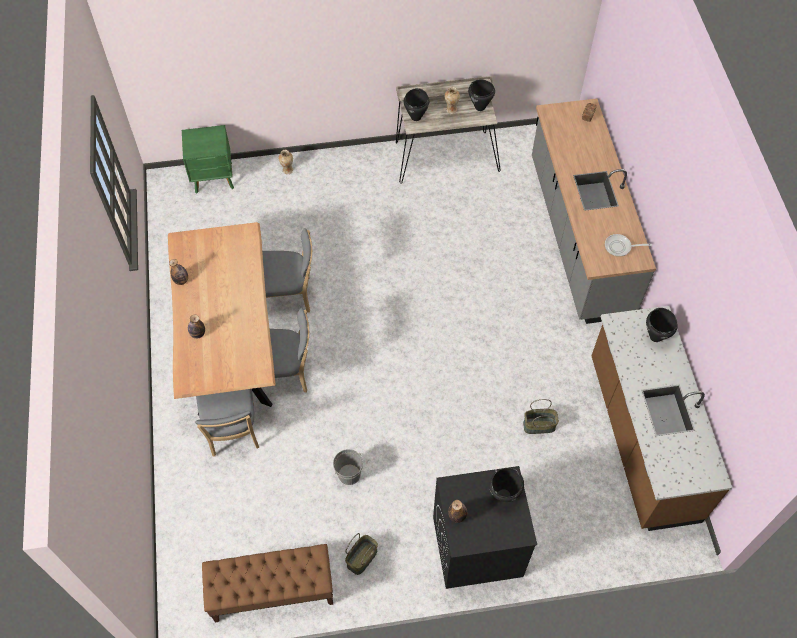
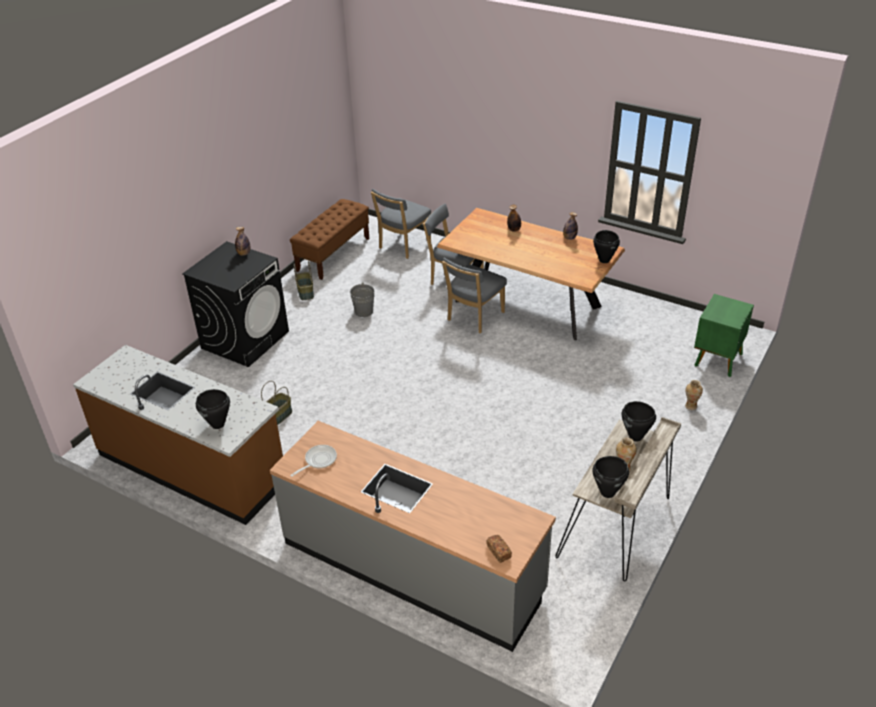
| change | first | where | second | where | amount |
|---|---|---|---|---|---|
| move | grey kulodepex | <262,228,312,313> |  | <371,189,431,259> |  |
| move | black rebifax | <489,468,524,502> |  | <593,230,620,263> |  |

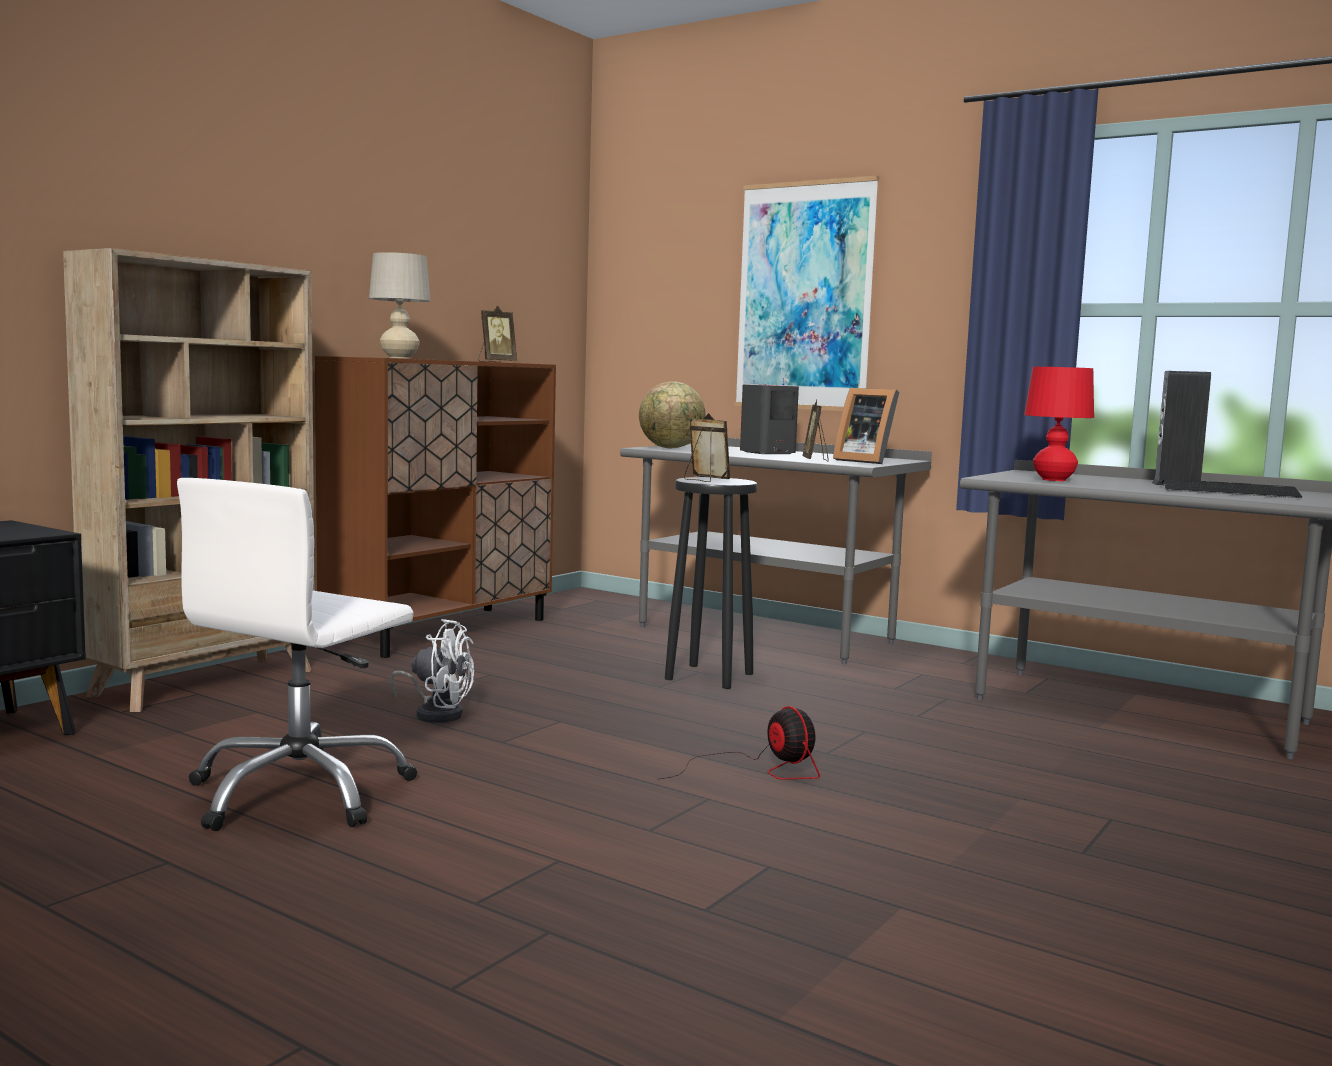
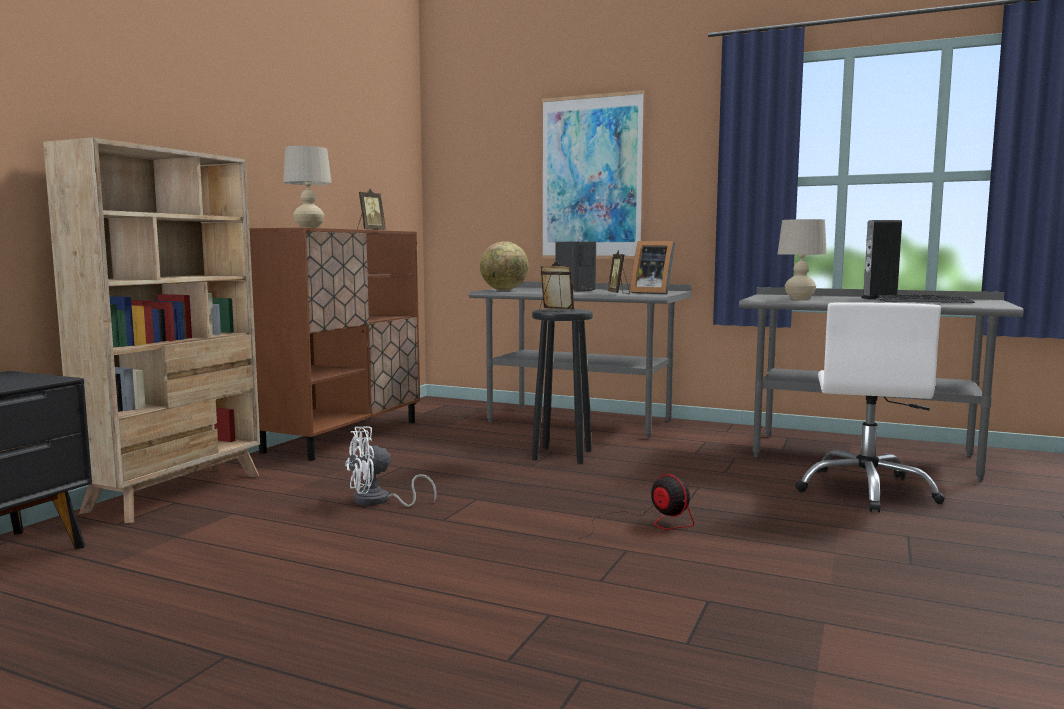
| change | first | where | second | where | amount |
|---|---|---|---|---|---|
| rotate | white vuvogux | <390,619,474,723> |  | <345,426,437,507> | 150 degrees clockwise |
| recolor | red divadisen | <1024,367,1094,481> | beige divadisen | <777,219,827,300> |  |
| move | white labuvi | <177,478,417,831> |  | <795,302,946,512> |  |

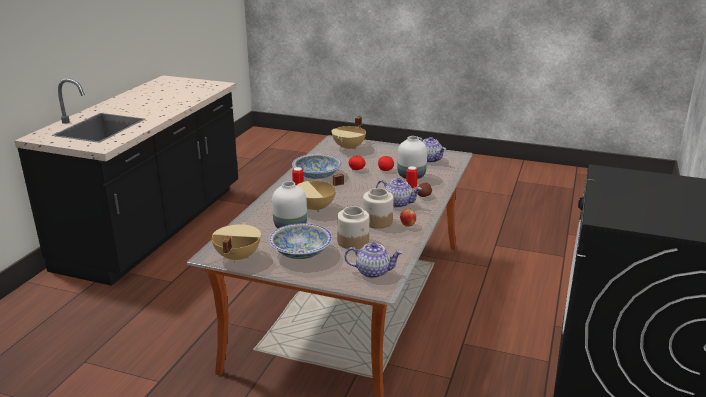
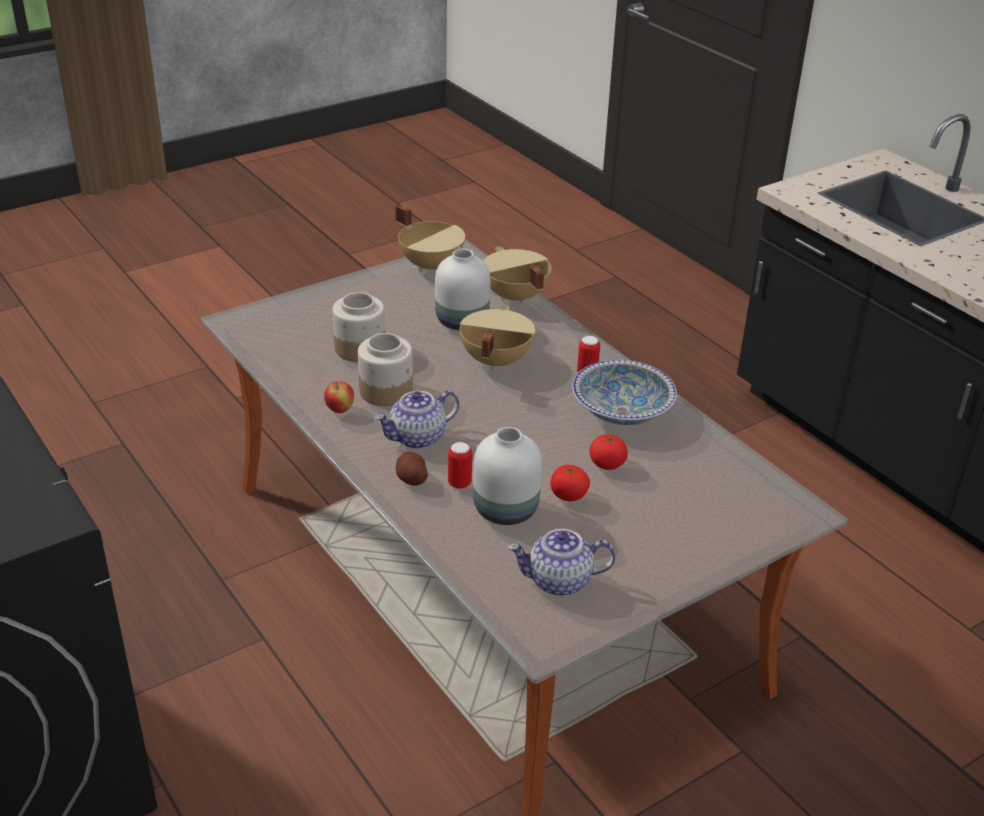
| change | first | where | second | where | amount |
|---|---|---|---|---|---|
| move | beige rebifax | <332,116,366,151> |  | <483,247,551,304> |  |
| delete | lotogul | <269,223,332,259> |  |  |  |
| delete | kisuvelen | <345,242,403,278> |  |  |  |

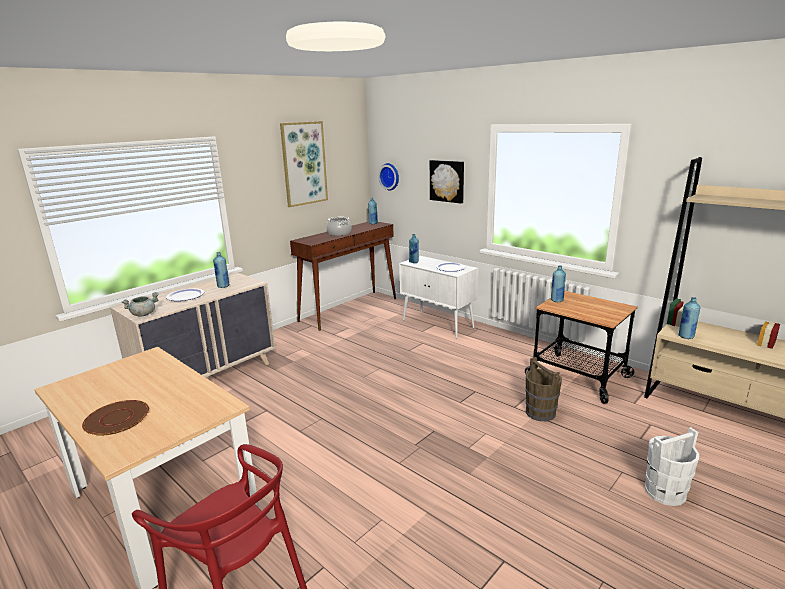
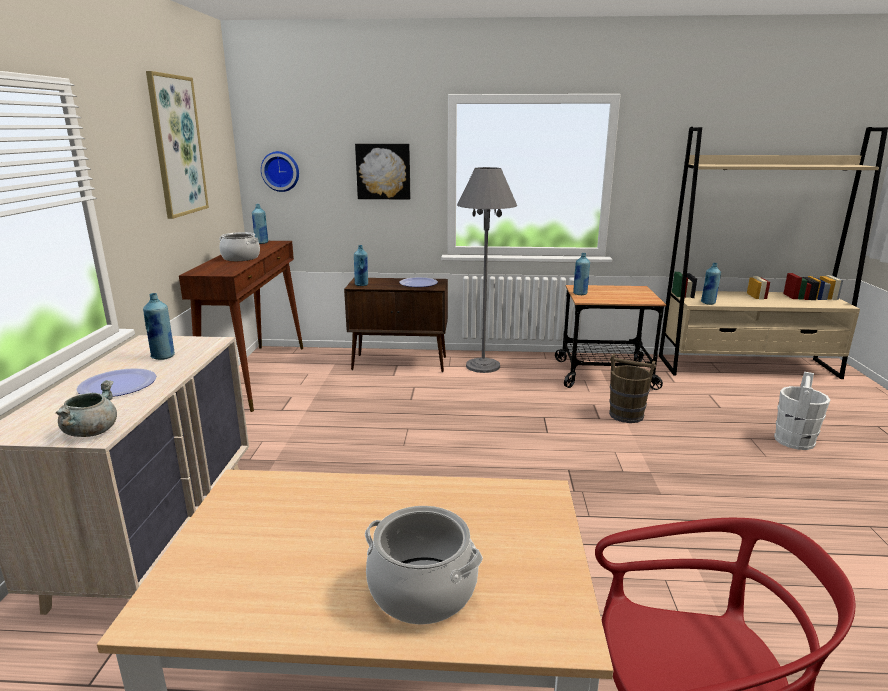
| change | first | where | second | where | amount |
|---|---|---|---|---|---|
| recolor | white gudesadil | <399,256,478,338> | brown gudesadil | <344,278,448,372> |  |
| replace | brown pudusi | <82,400,149,435> | rebifax | <365,506,483,625> |  |
| insert |  |  | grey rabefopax | <457,167,517,373> |  |

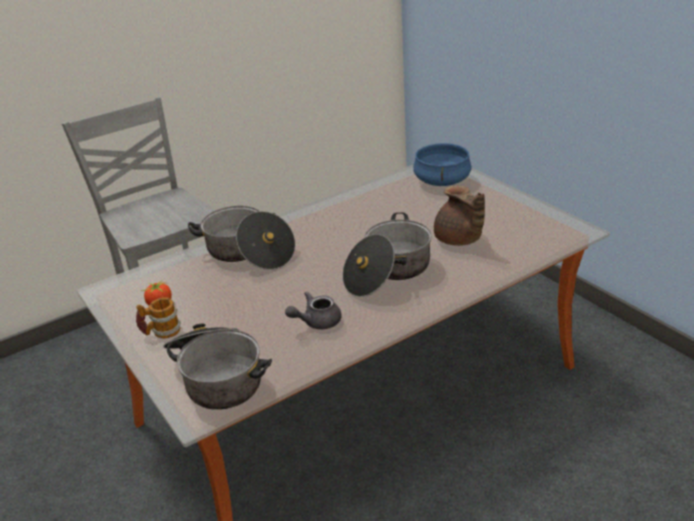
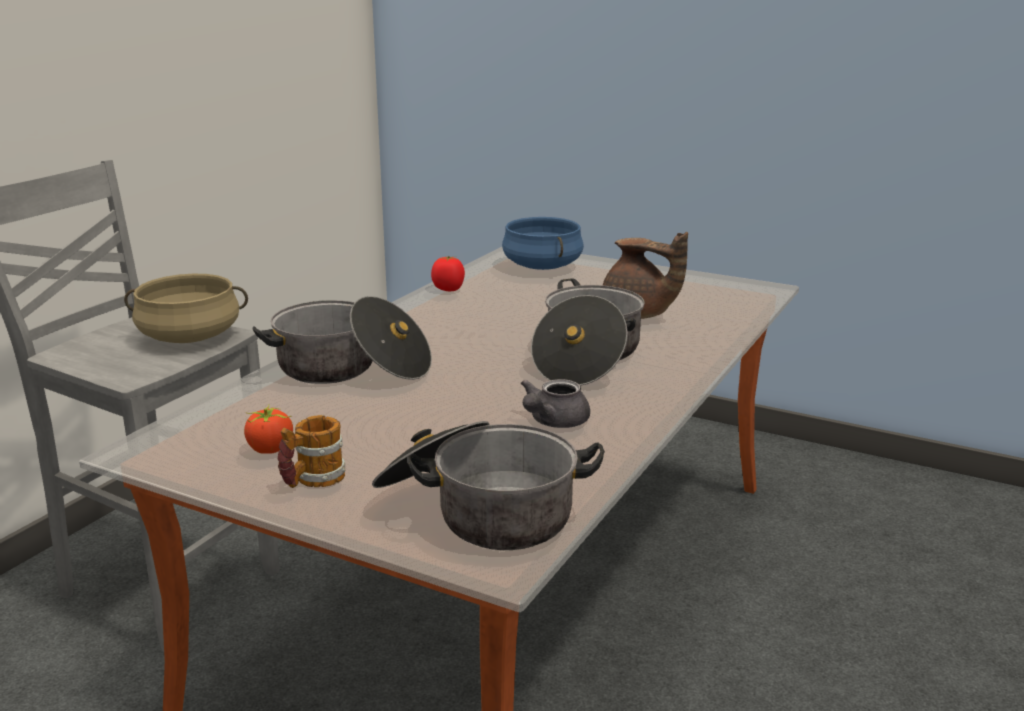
| change | first | where | second | where | amount |
|---|---|---|---|---|---|
| insert |  |  | beige rebifax | <124,274,248,343> |  |
| insert |  |  | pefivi | <431,256,465,291> |  |

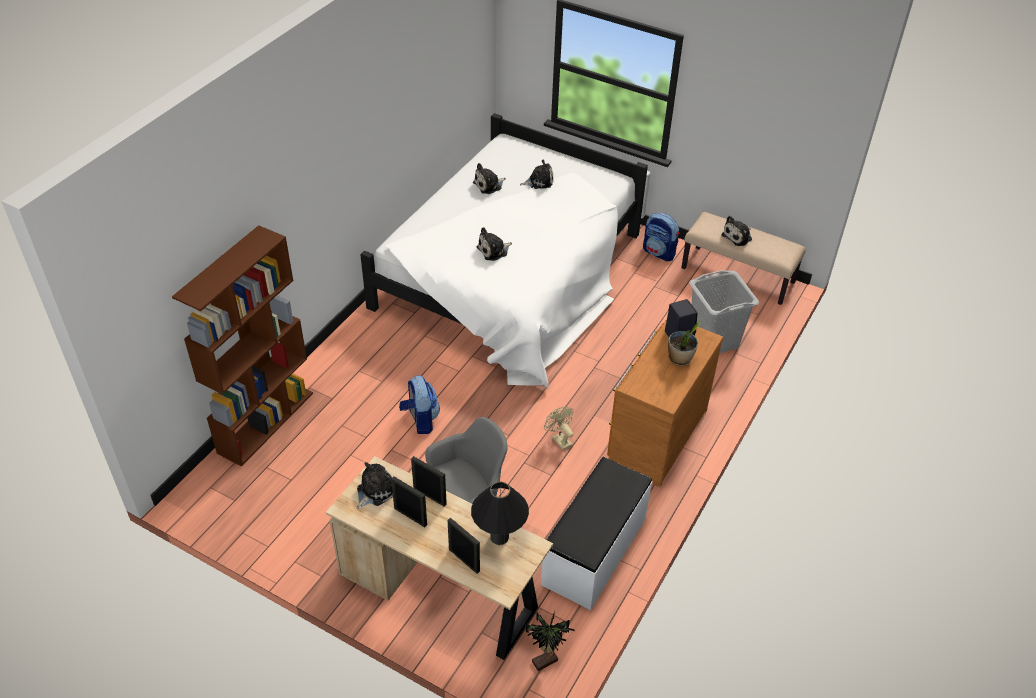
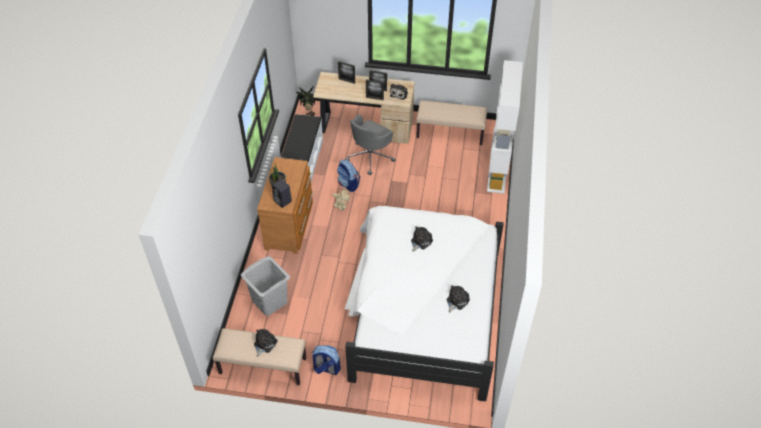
| change | first | where | second | where | amount |
|---|---|---|---|---|---|
| move | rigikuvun | <399,376,440,434> |  | <337,160,360,192> |  |
| insert |  |  | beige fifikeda | <416,101,487,145> |  |
| recolor | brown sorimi | <172,225,313,466> | white sorimi | <487,60,523,194> |  |
| delete | black divadisen | <471,482,529,545> |  |  |  |
| delete | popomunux | <520,159,554,189> |  |  |  |

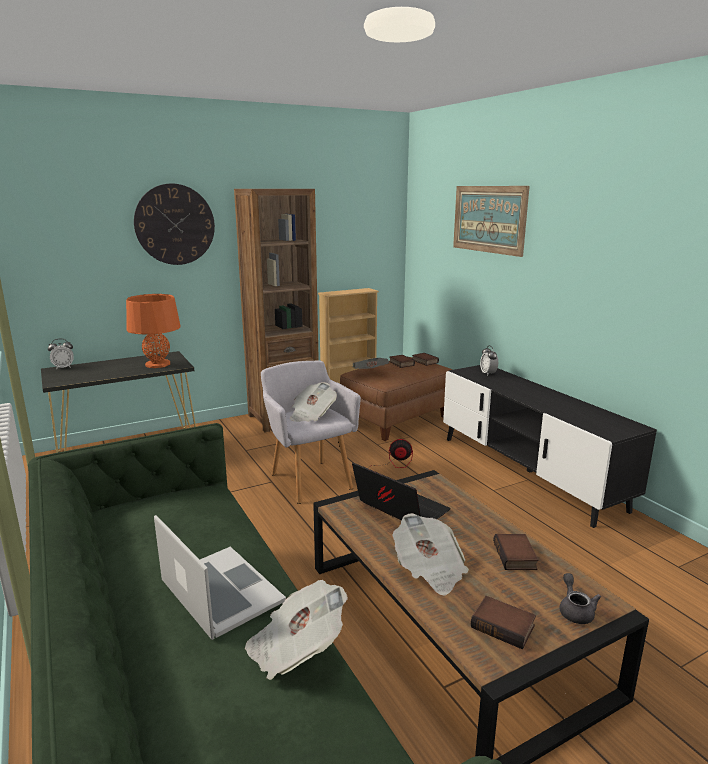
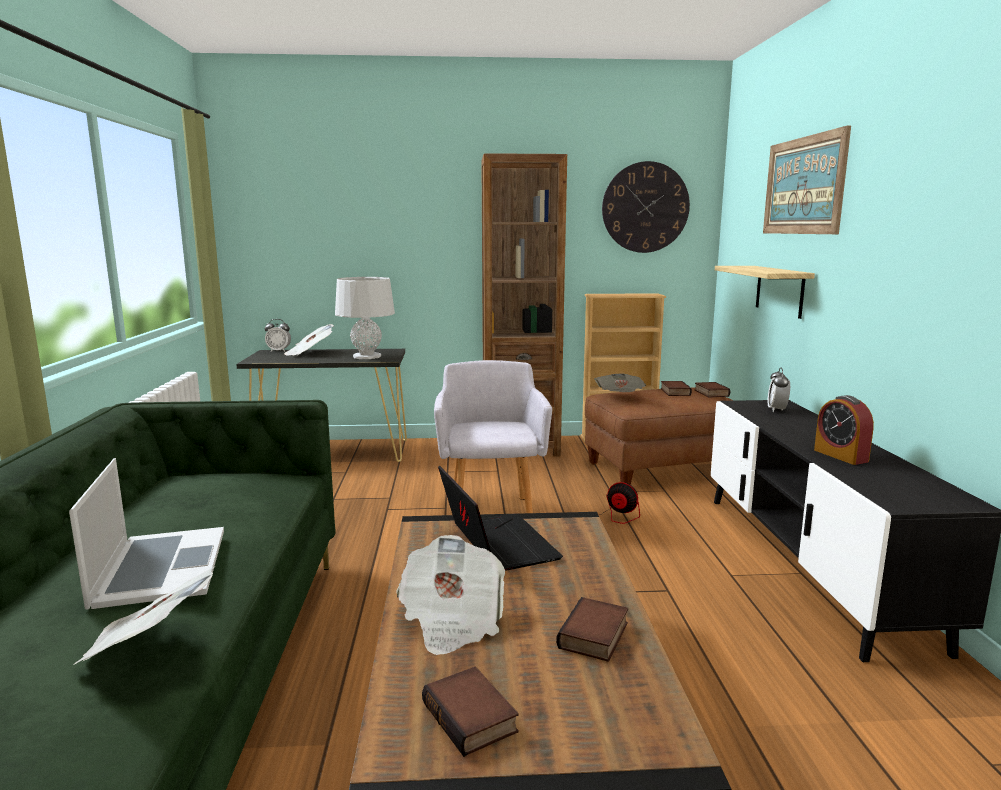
| change | first | where | second | where | amount |
|---|---|---|---|---|---|
| move | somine | <290,382,337,422> |  | <284,324,334,356> |  |
| recolor | orange divadisen | <126,294,180,368> | grey divadisen | <335,277,395,359> |  |
| move | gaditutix | <134,184,215,265> |  | <602,161,690,253> |  |
| insert |  |  | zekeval | <715,266,815,319> |  |
| insert |  |  | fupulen | <814,395,874,465> |  |
| delete | grey kisuvelen | <560,573,601,624> |  |  |  |

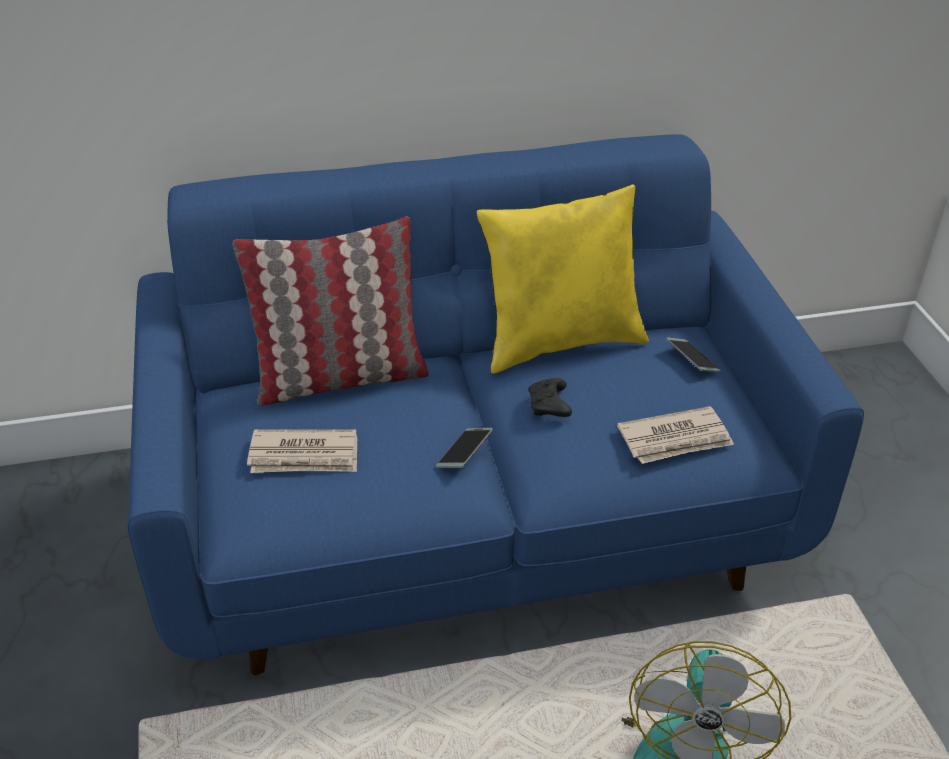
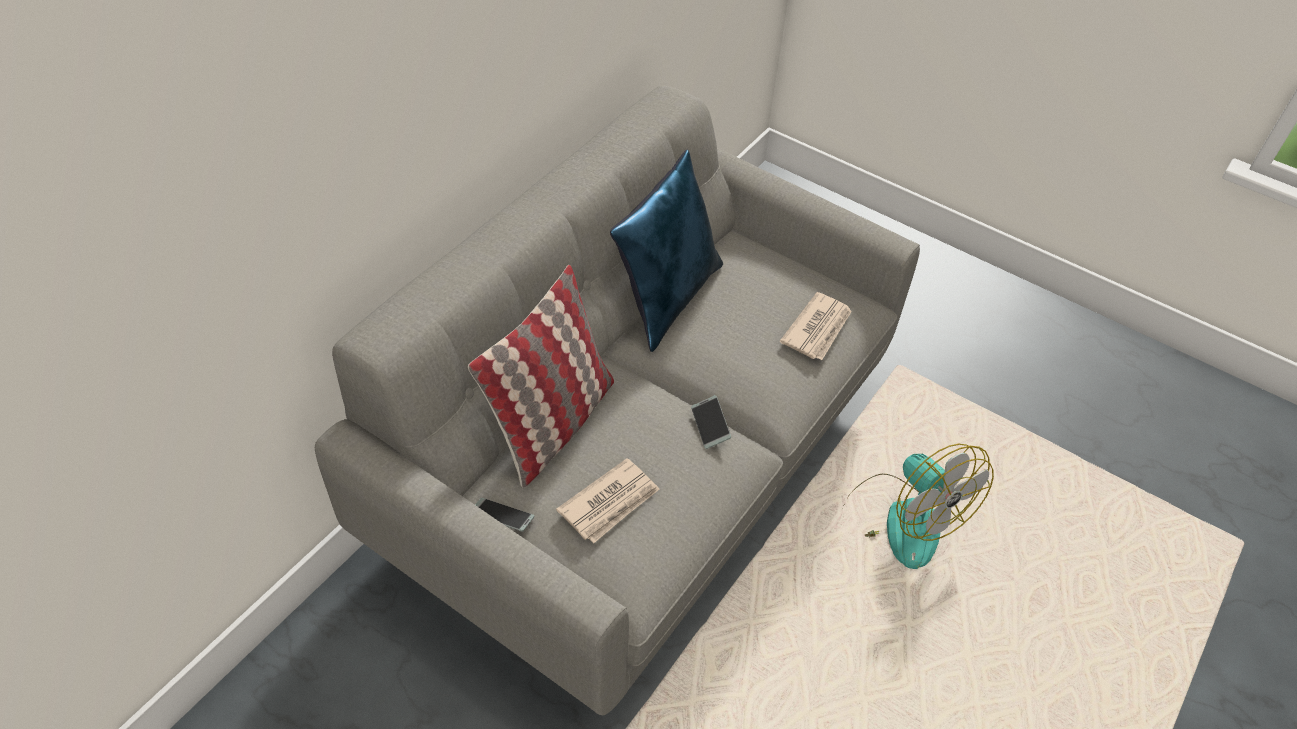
| change | first | where | second | where | amount |
|---|---|---|---|---|---|
| recolor | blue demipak | <128,134,864,675> | grey demipak | <315,86,920,715> |  |
| move | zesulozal | <666,337,721,372> |  | <475,498,534,532> |  |
| recolor | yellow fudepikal | <476,184,649,374> | blue fudepikal | <610,150,723,352> |  |
| delete | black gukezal | <528,378,572,417> |  |  |  |

